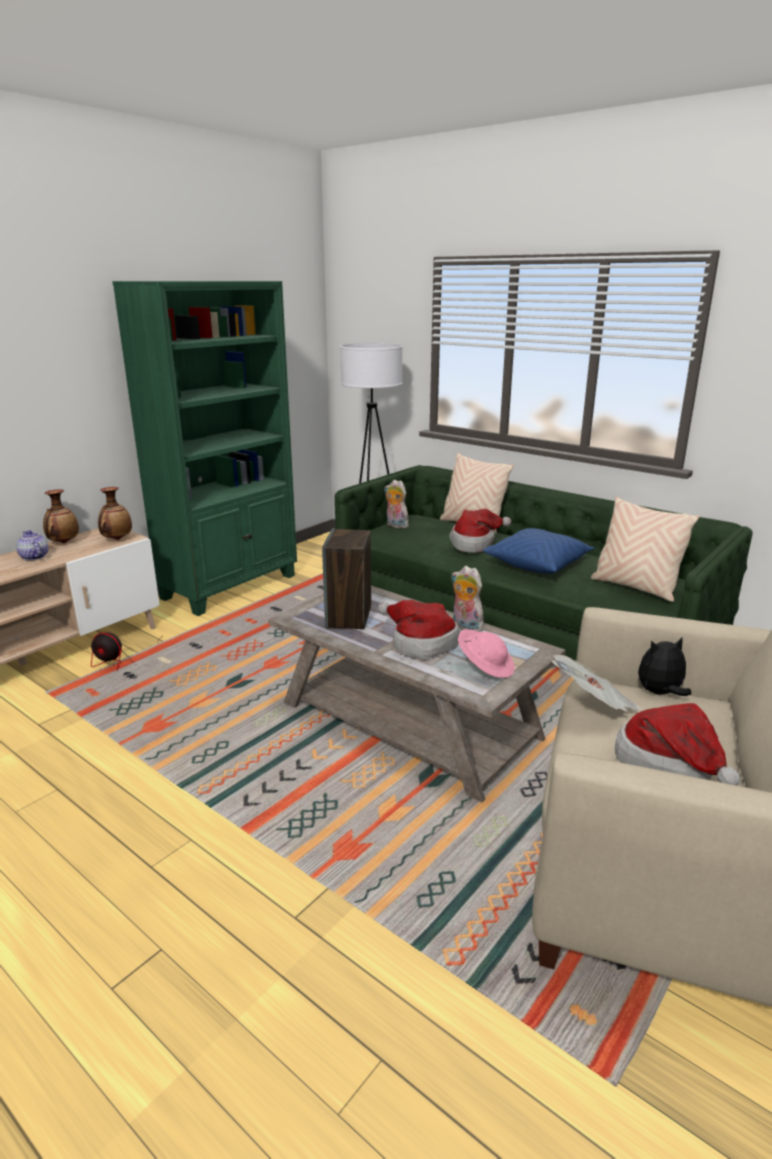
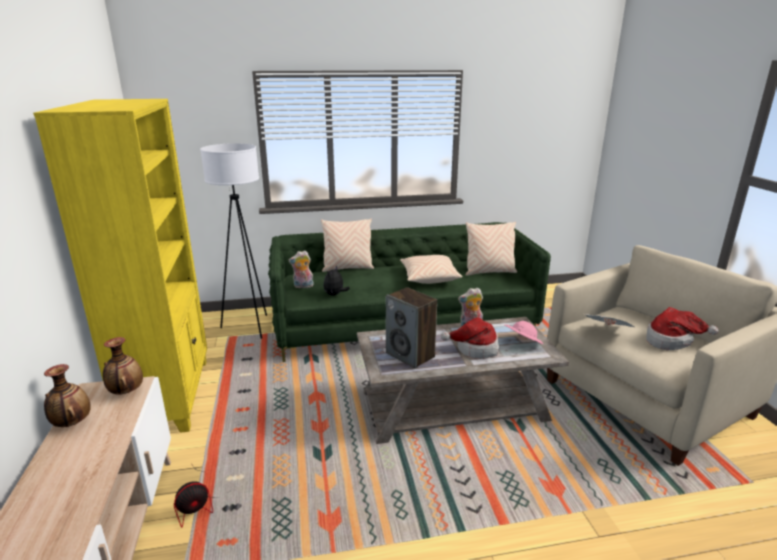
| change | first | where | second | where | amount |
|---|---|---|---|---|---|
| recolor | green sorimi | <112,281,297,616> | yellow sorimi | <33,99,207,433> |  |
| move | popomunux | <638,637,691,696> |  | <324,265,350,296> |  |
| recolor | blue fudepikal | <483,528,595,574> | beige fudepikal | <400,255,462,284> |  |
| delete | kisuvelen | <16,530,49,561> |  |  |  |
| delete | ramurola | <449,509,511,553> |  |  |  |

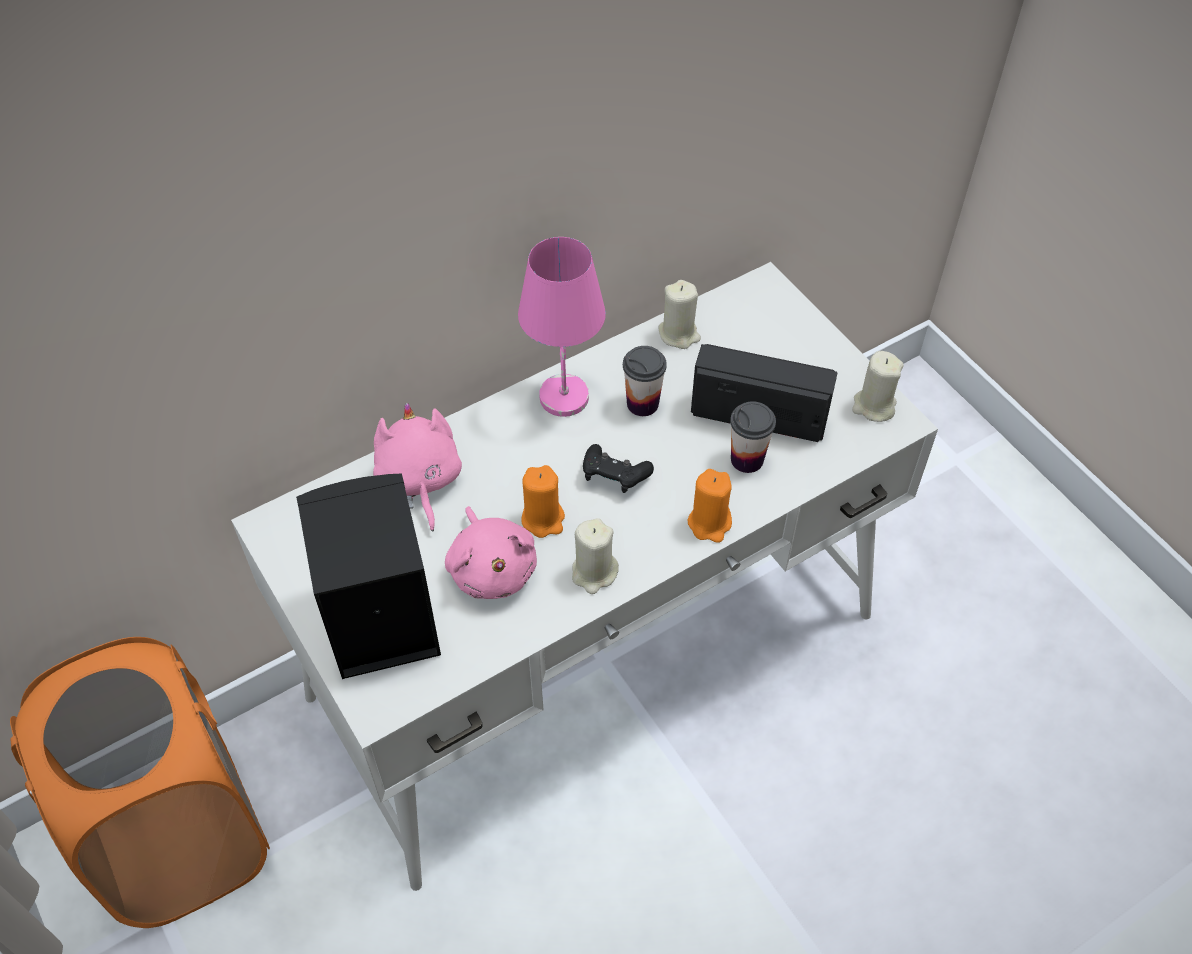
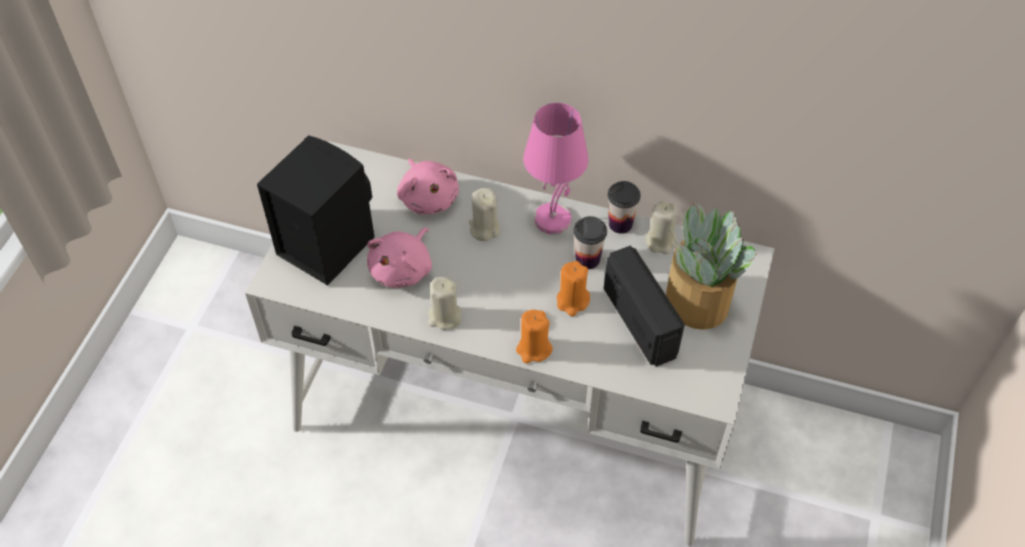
| change | first | where | second | where | amount |
|---|---|---|---|---|---|
| rotate | pink popomunux | <373,403,462,532> |  | <397,158,459,214> | 120 degrees clockwise |
| move | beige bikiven | <852,351,904,422> |  | <469,188,500,241> |  |
| move | orange bikiven | <521,465,565,538> |  | <557,261,590,316> |  |
| move | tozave | <730,401,776,473> |  | <608,181,641,234> |  |
| insert |  |  | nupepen | <666,203,757,330> |  |
| delete | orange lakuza | <10,637,270,928> |  |  |  |
| delete | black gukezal | <583,444,654,493> |  |  |  |

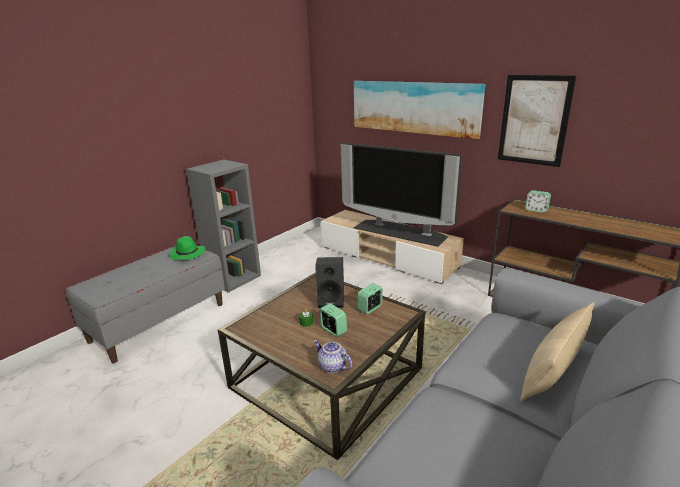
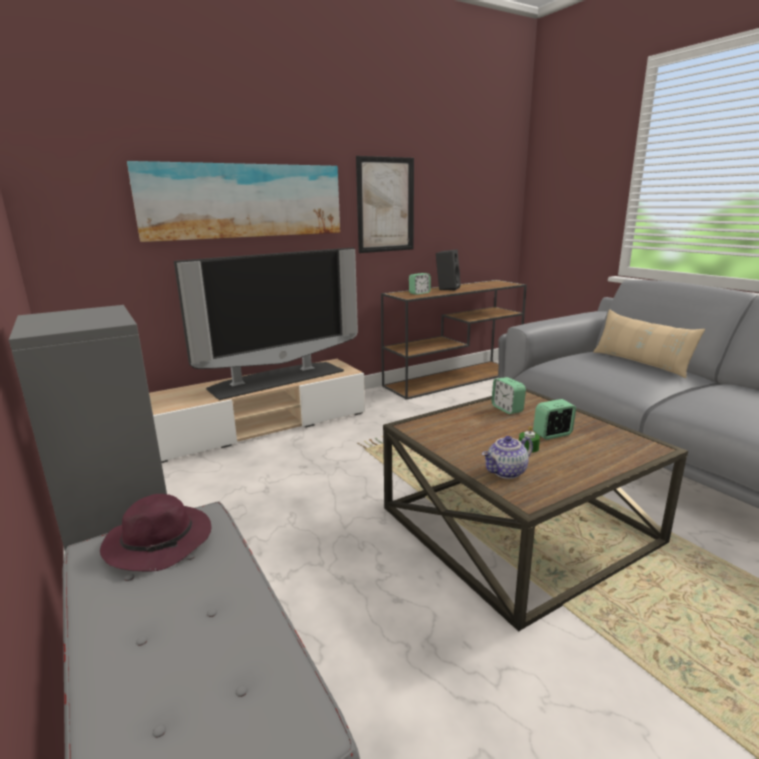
| change | first | where | second | where | amount |
|---|---|---|---|---|---|
| recolor | green ramurola | <169,236,205,260> | purple ramurola | <100,494,211,572> |  |
| move | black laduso | <315,257,344,308> |  | <436,249,461,291> |  |
| move | kisuvelen | <313,340,352,373> |  | <482,436,533,479> |  |

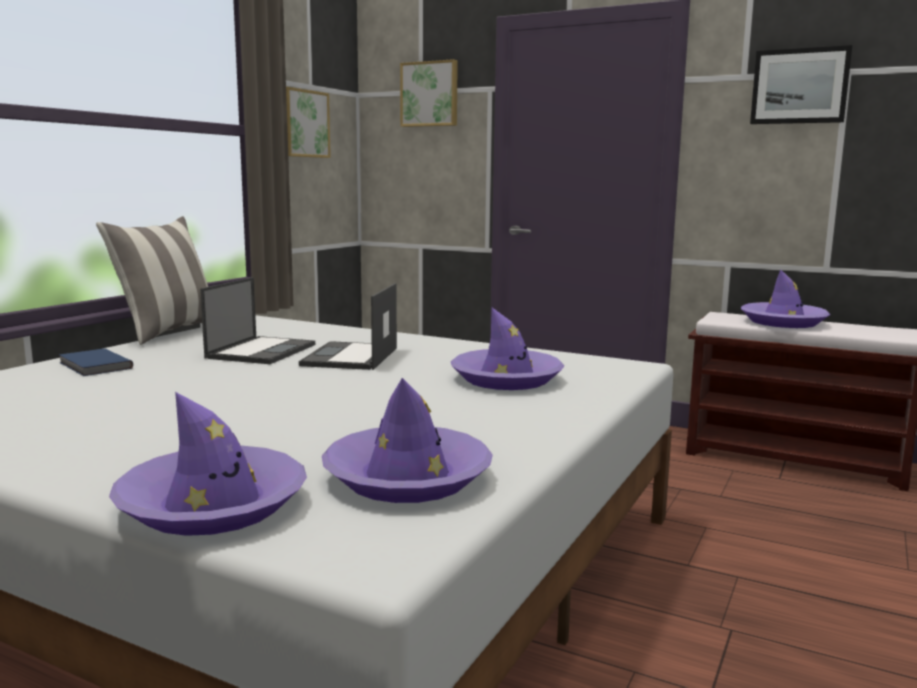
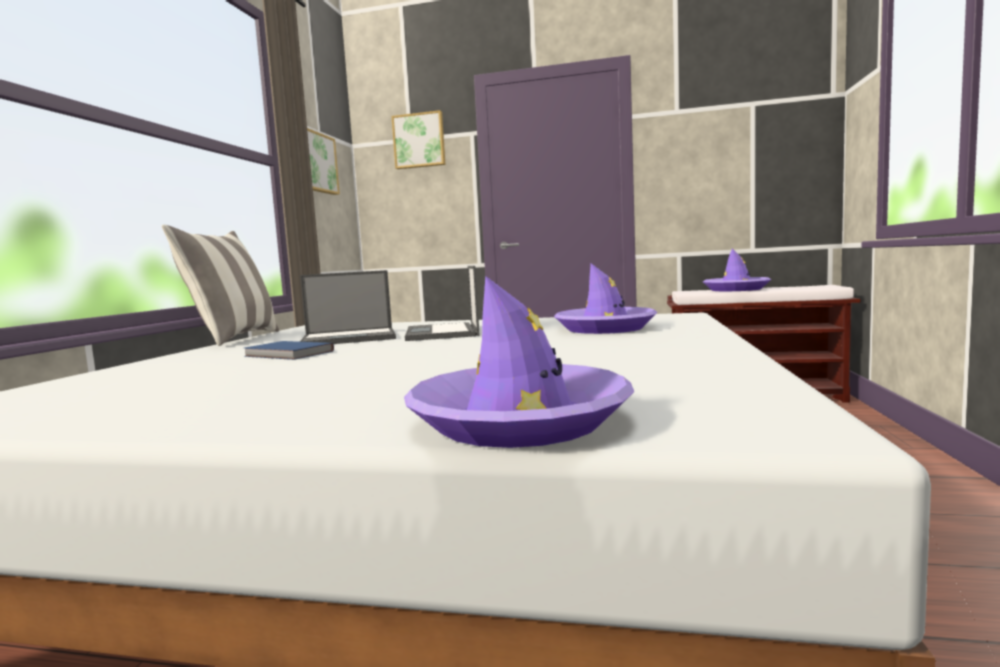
| change | first | where | second | where | amount |
|---|---|---|---|---|---|
| move | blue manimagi | <59,348,133,376> |  | <244,341,334,360> |  |
| rotate | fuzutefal | <200,277,315,364> |  | <300,270,396,344> | 75 degrees clockwise |
| delete | purple ramurola | <322,378,493,503> |  |  |  |
| delete | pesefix | <750,45,852,124> |  |  |  |

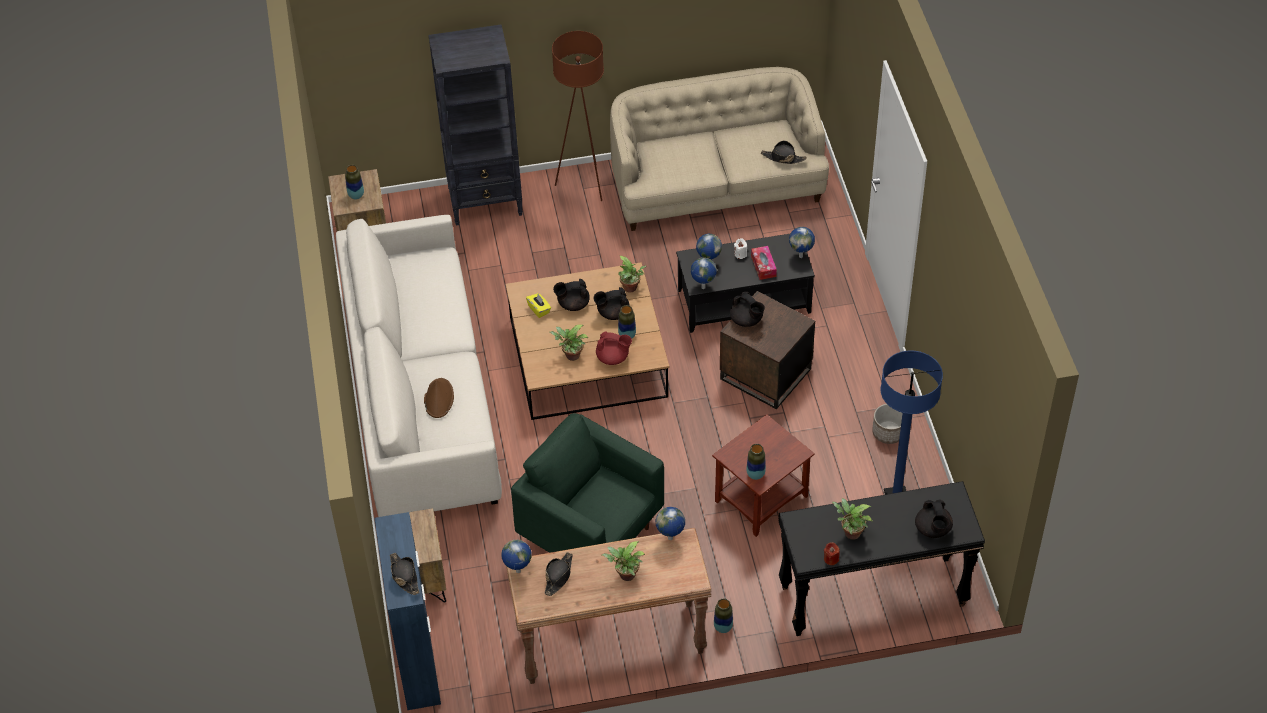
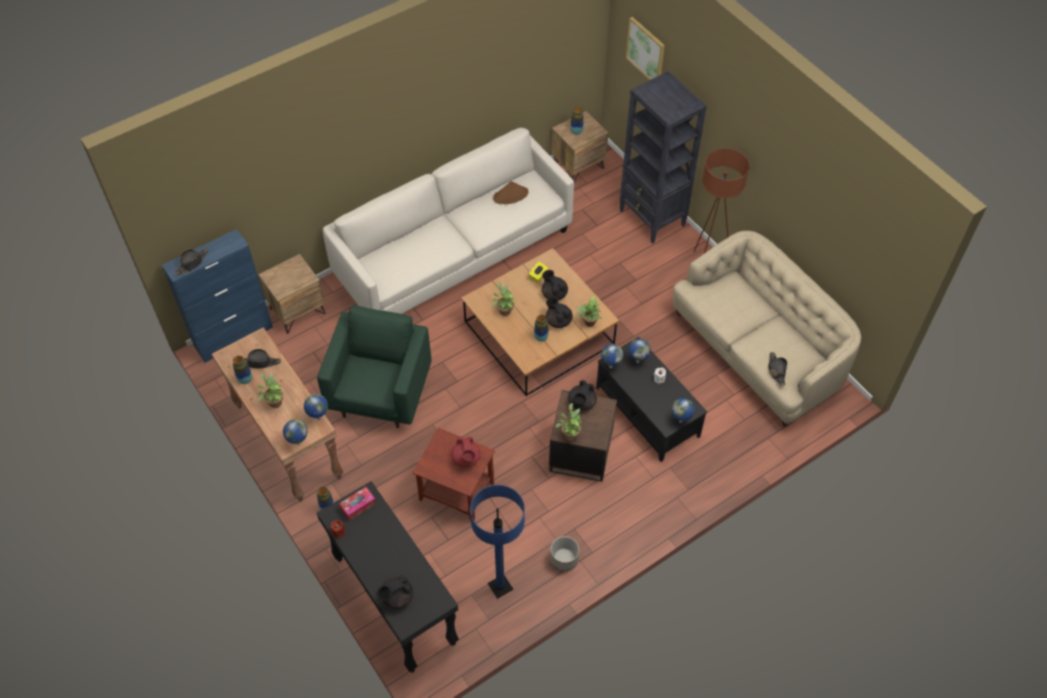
| change | first | where | second | where | amount |
|---|---|---|---|---|---|
| move | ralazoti | <746,444,766,480> |  | <233,356,252,384> |  |
| move | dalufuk | <501,540,532,573> |  | <283,419,308,445> |  |
| move | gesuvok | <751,246,777,280> |  | <339,487,376,520> |  |
| move | red kisuvelen | <596,331,632,365> |  | <451,436,481,467> |  |
| move | brown ramurola | <424,378,454,418> |  | <493,181,529,204> |  |
| move | nupepen | <832,498,873,540> |  | <556,403,582,441> |  |
| insert |  |  | pesefix | <626,17,665,80> |  |

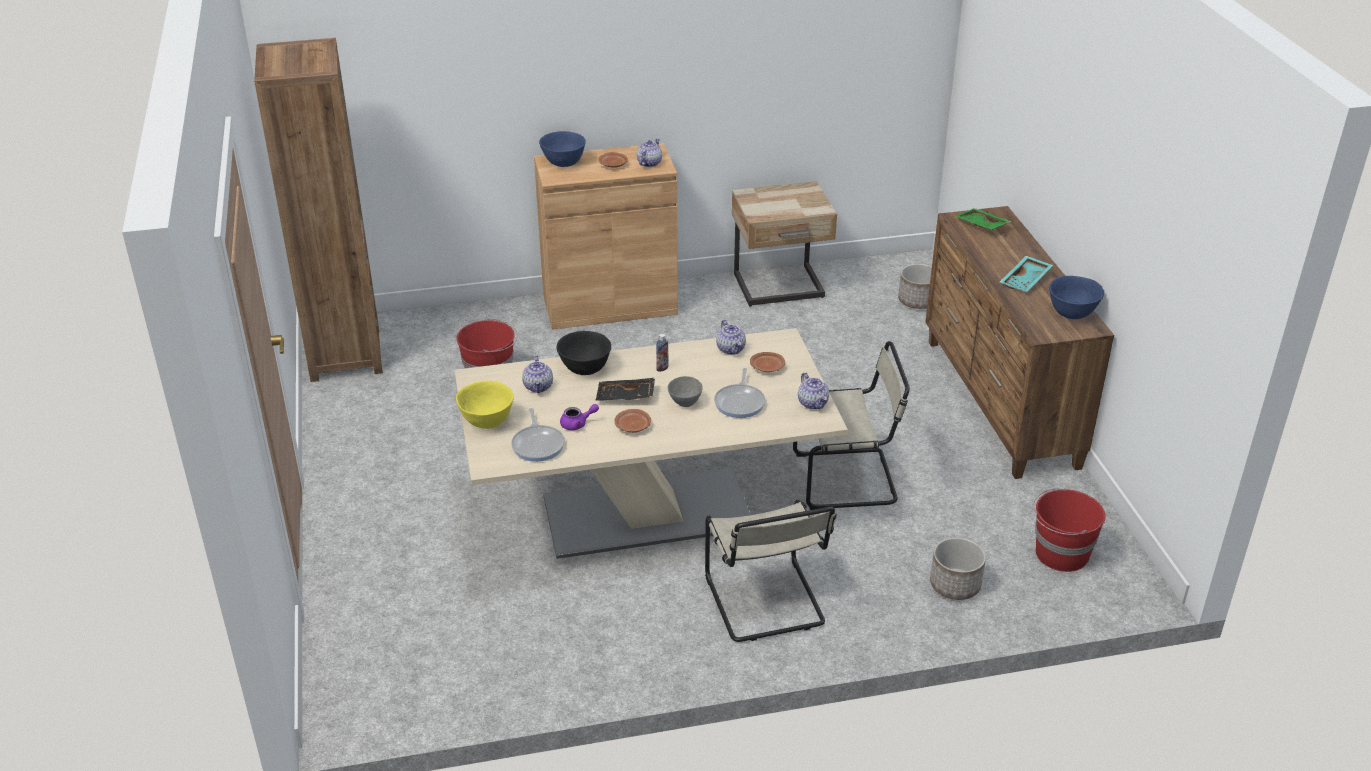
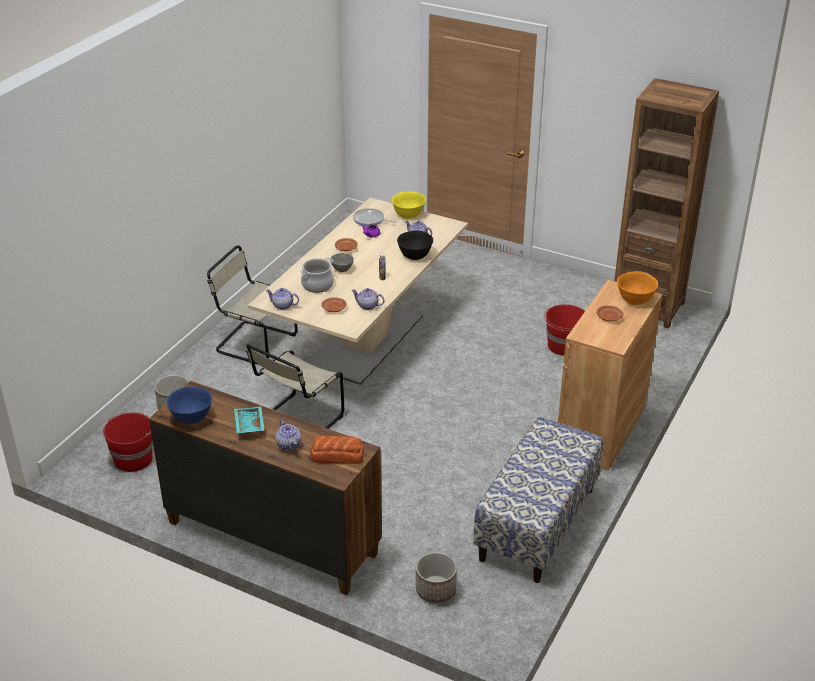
| change | first | where | second | where | amount |
|---|---|---|---|---|---|
| move | kisuvelen | <637,138,662,167> |  | <276,420,301,451> |  |
| replace | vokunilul | <714,368,765,418> | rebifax | <300,258,334,293> |  |
| replace | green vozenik | <955,208,1011,230> | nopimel | <310,435,364,464> |  |
| replace | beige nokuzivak | <732,181,837,307> | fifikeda | <473,417,603,583> |  |
| recolor | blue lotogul | <539,131,586,167> | orange lotogul | <617,271,658,305> |  |
| delete | black vozenik | <595,378,655,401> |  |  |  |

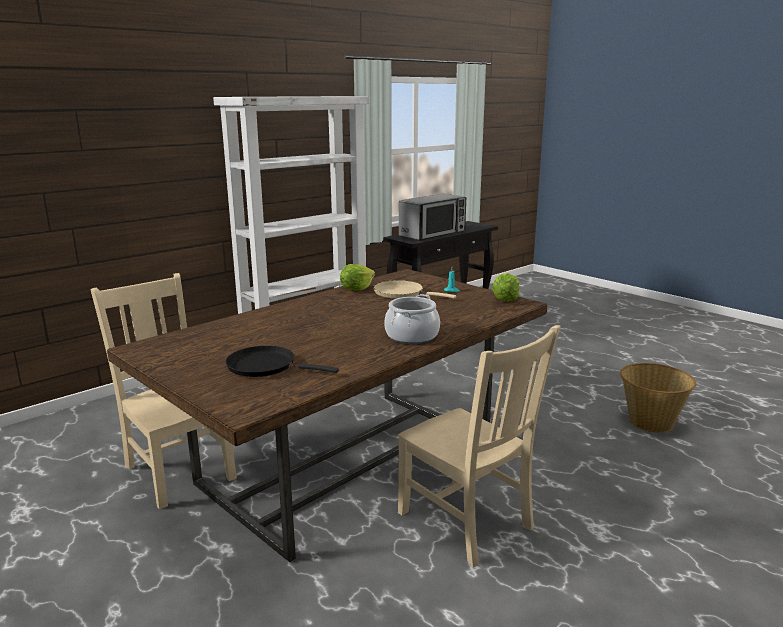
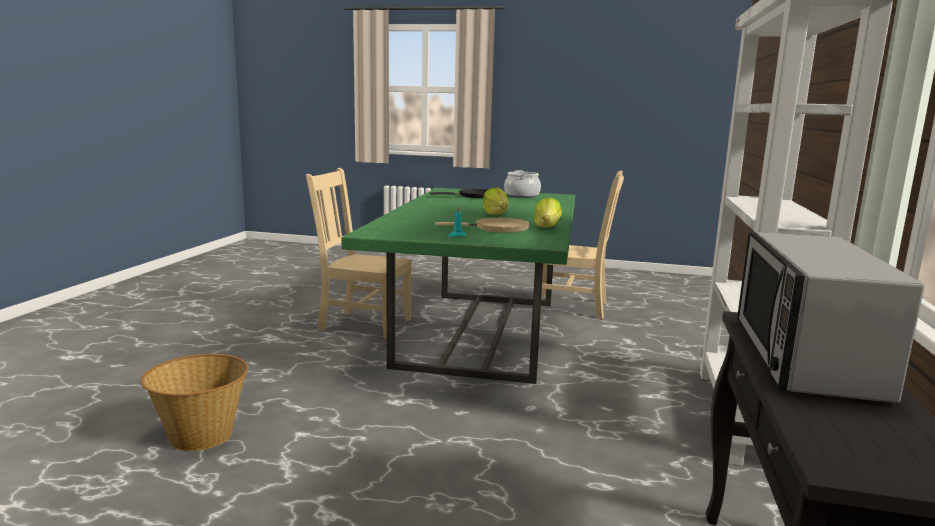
| change | first | where | second | where | amount |
|---|---|---|---|---|---|
| recolor | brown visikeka | <107,269,547,562> | green visikeka | <341,188,575,384> |  |
| move | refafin | <492,273,520,301> |  | <482,187,509,215> |  |
| move | rebifax | <384,294,440,344> |  | <504,170,541,198> |  |

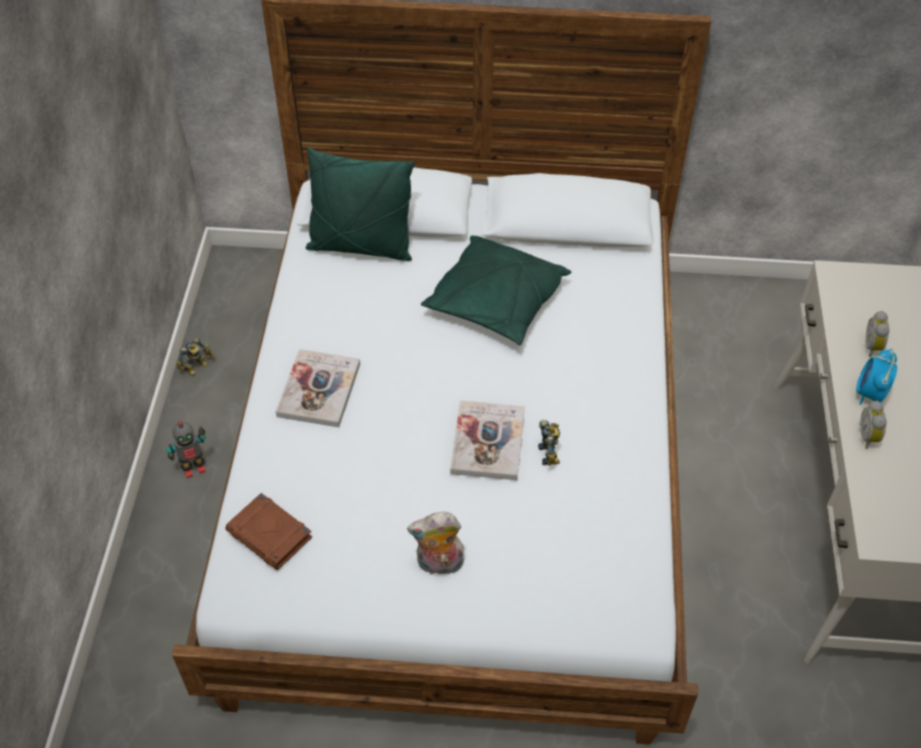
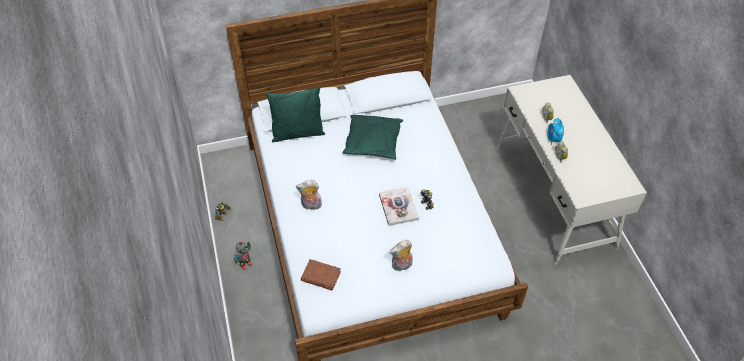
| change | first | where | second | where | amount |
|---|---|---|---|---|---|
| replace | manimagi | <276,349,360,427> | popomunux | <296,180,322,210> |  |

